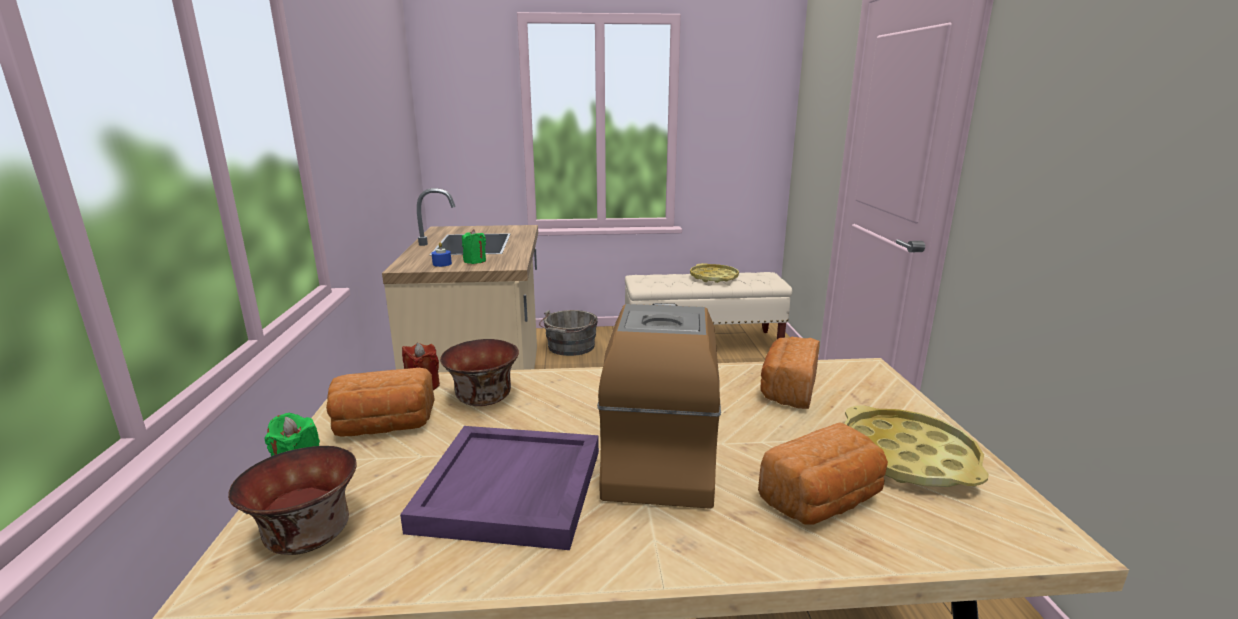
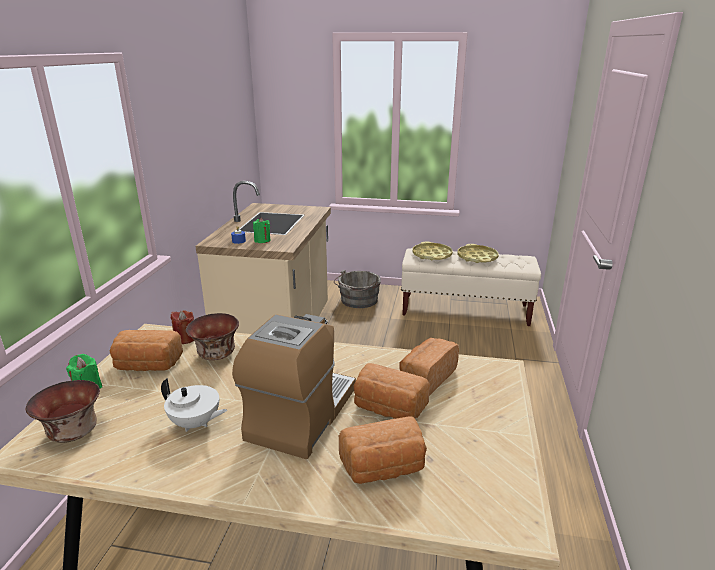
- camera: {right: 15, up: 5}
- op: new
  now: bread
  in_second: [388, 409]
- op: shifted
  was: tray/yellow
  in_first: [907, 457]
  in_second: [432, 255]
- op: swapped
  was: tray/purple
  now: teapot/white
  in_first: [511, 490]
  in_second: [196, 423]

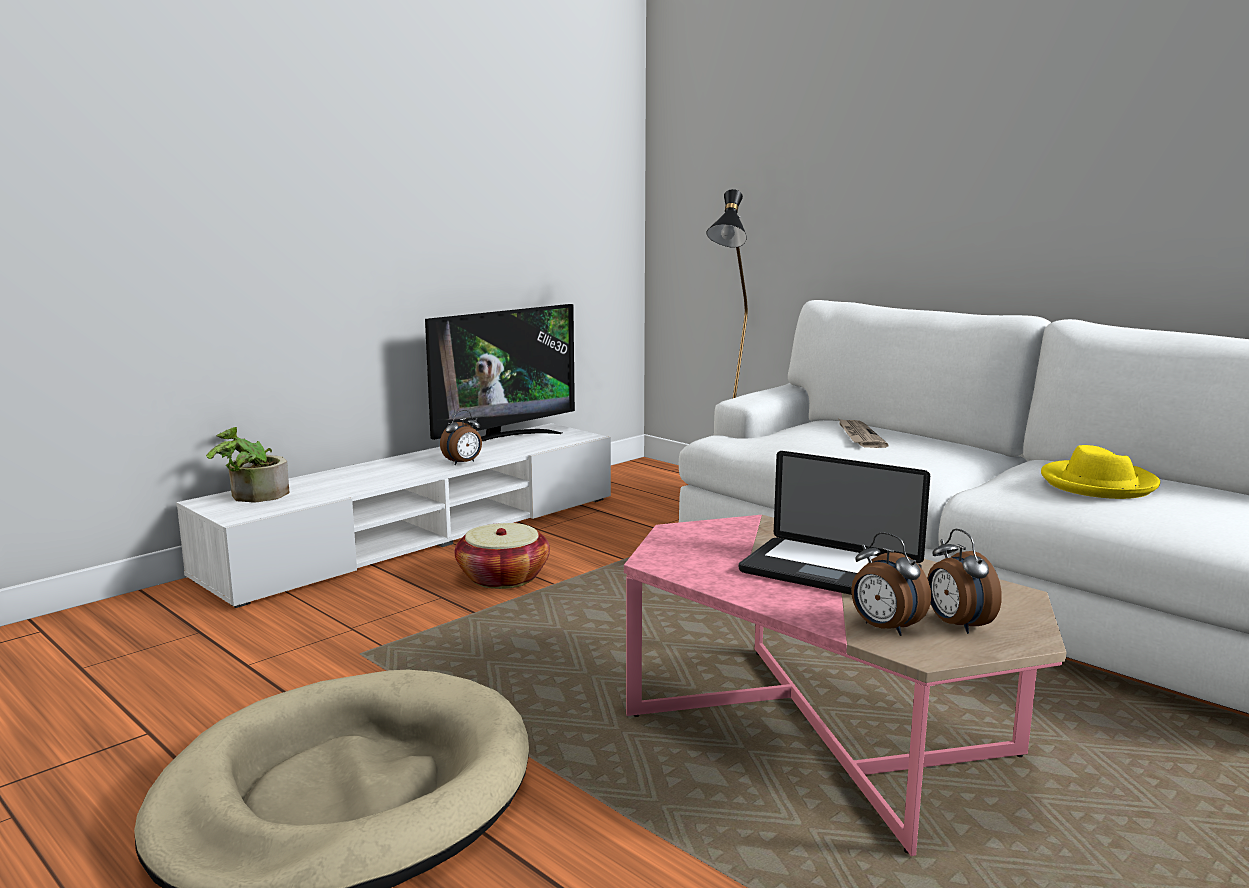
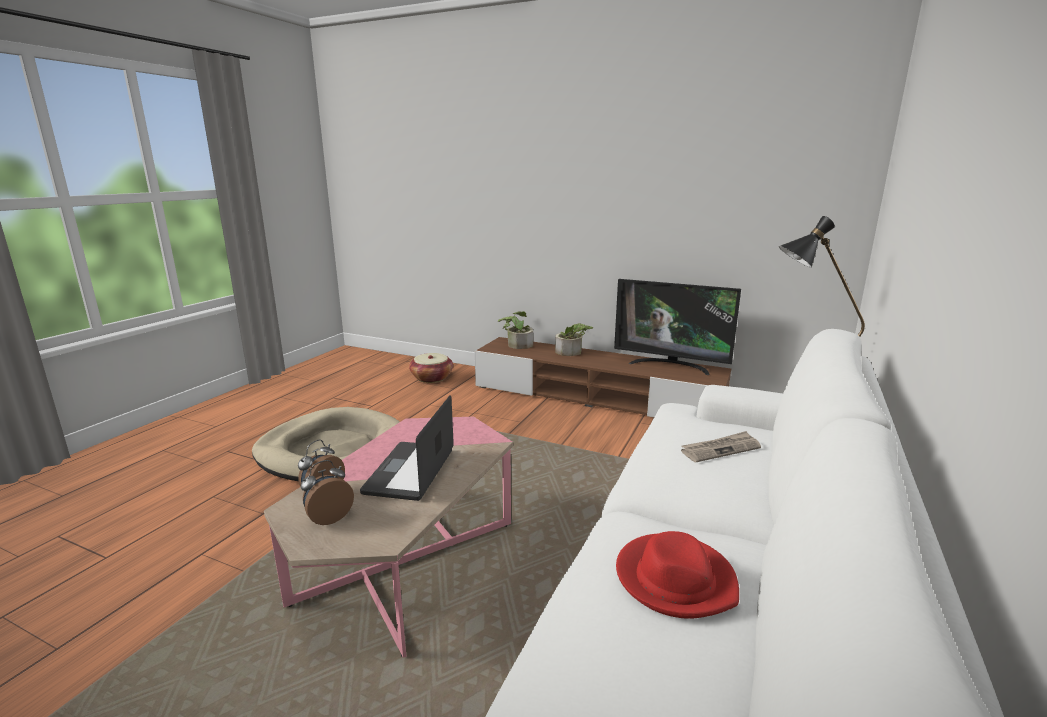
- camera: {right: 70, up: 5}
- op: gone
  was: alarm clock
  in_first: [463, 463]
- op: new
  now: potted plant
  in_second: [572, 352]
- op: shifted
  was: basket
  in_first: [503, 578]
  in_second: [431, 378]
- op: repainted
  was: tv stand/white
  now: tv stand/brown
  in_first: [423, 535]
  in_second: [596, 398]
- op: repainted
  was: hat/yellow
  now: hat/red
  in_first: [1098, 484]
  in_second: [675, 579]

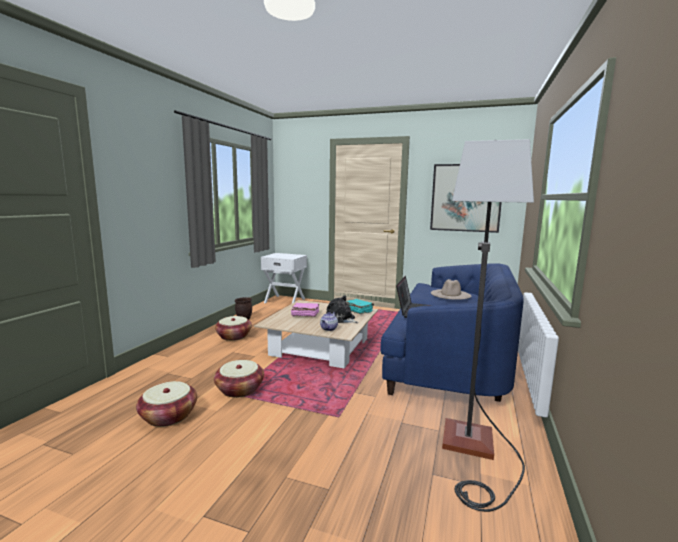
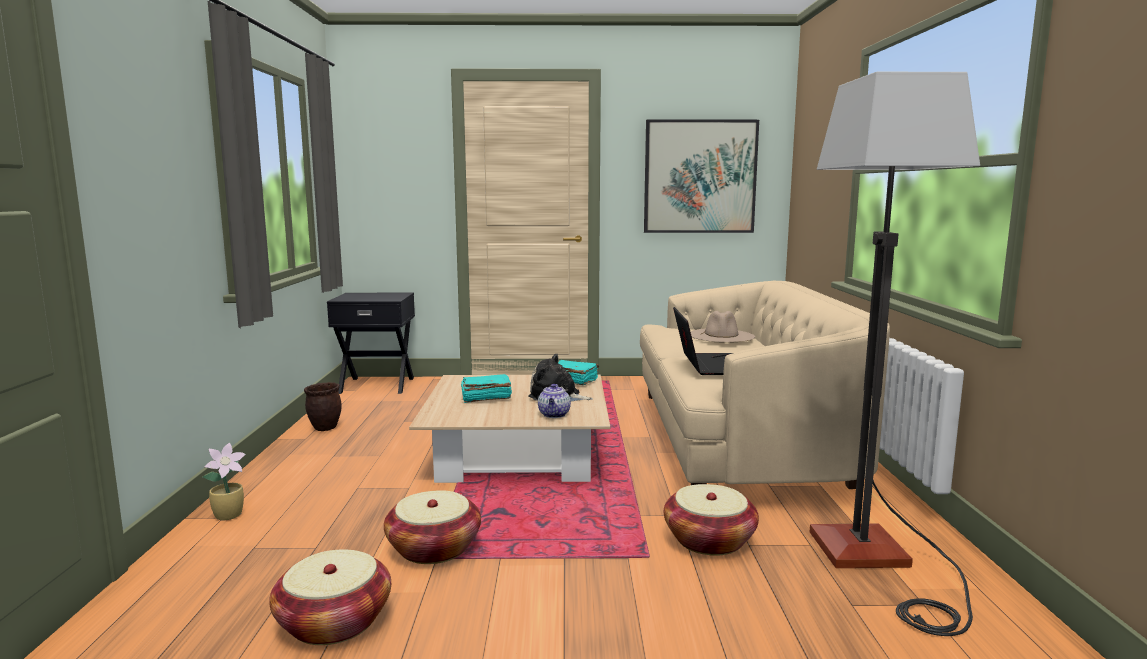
- camera: {right: -20, up: 0}
- op: new
  now: potted plant
  in_second: [230, 515]
- op: shifted
  was: basket
  in_first: [234, 336]
  in_second: [709, 540]
- op: repainted
  was: nightstand/white
  now: nightstand/black
  in_first: [285, 300]
  in_second: [377, 385]
- op: repainted
  was: book/pink
  now: book/turquoise
  in_first: [305, 315]
  in_second: [485, 398]
- op: repainted
  was: sofa/blue
  now: sofa/beige
  in_first: [449, 359]
  in_second: [737, 441]

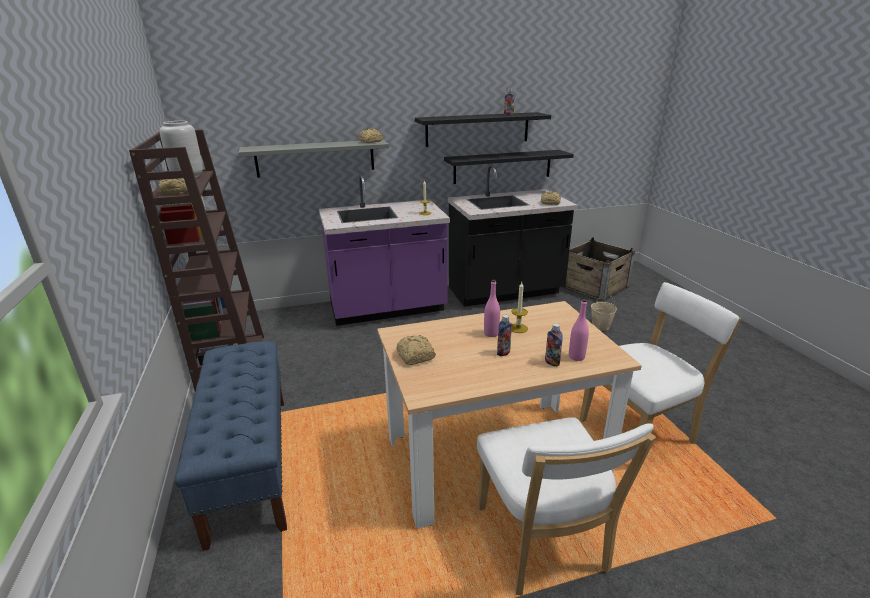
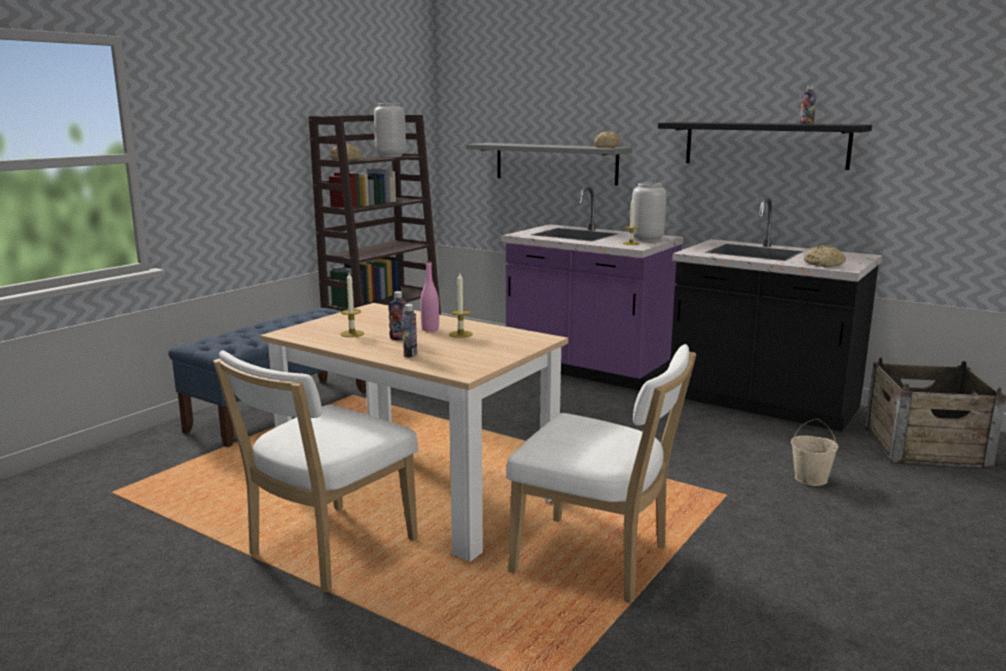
- camera: {right: 50, up: -10}
- op: gone
  was: bread
  in_first: [415, 357]
- op: gone
  was: shelf/black
  in_first: [502, 166]
- op: gone
  was: bottle/pink
  in_first: [576, 357]
- op: new
  now: candle
  in_second: [352, 334]
- op: new
  now: vase/grey
  in_second: [646, 239]

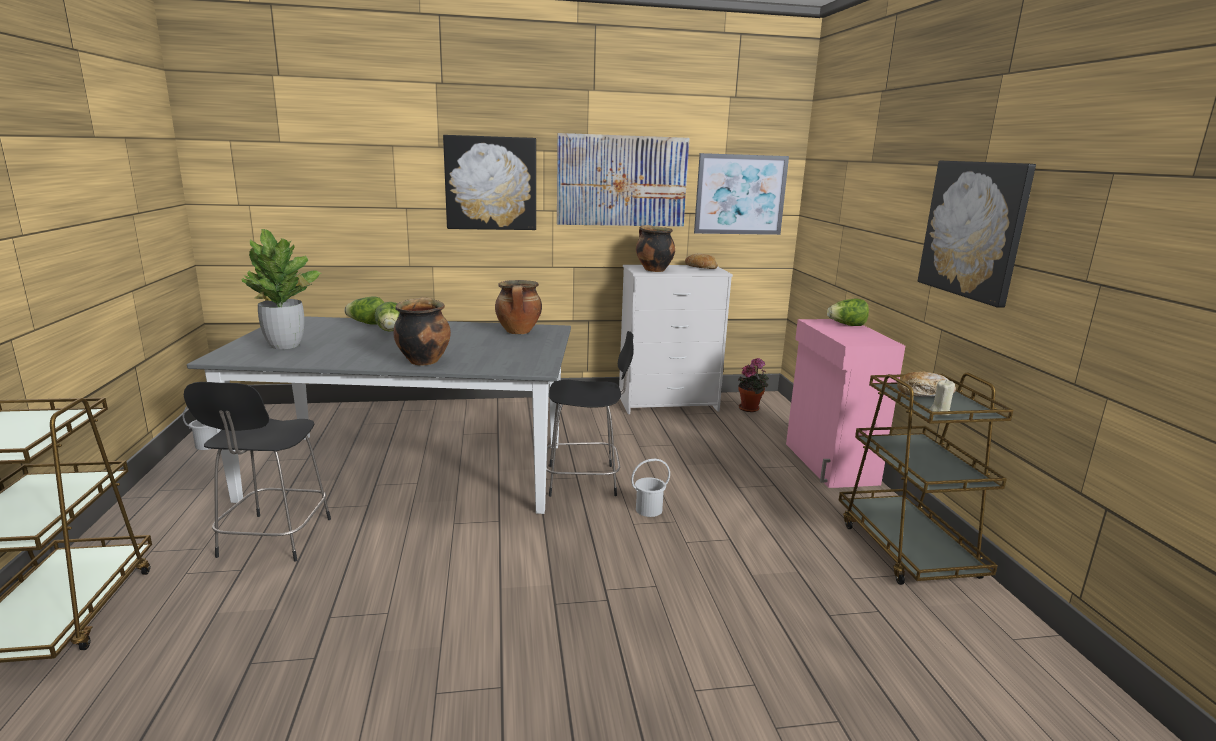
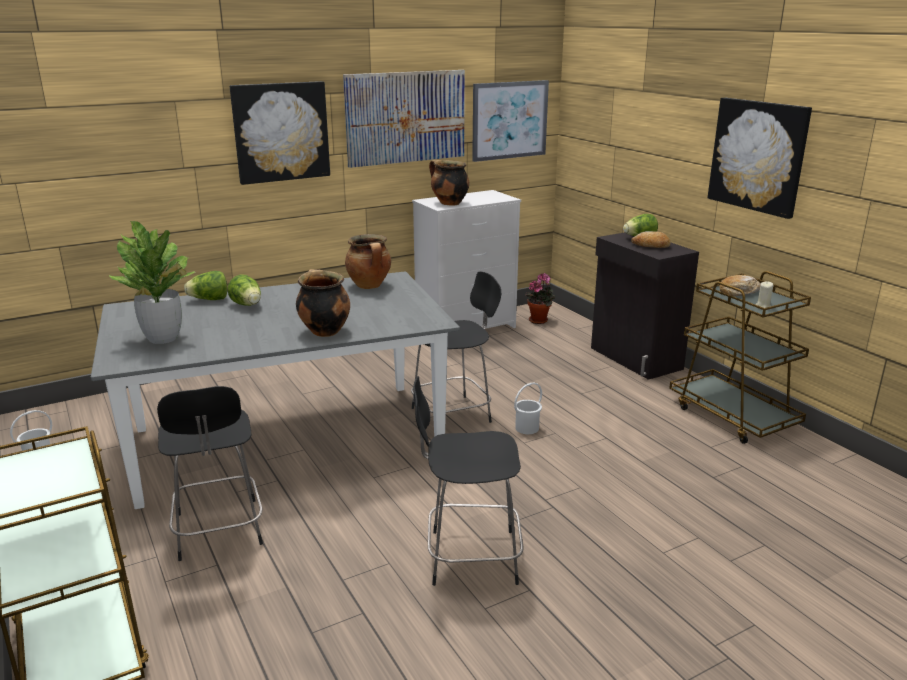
- camera: {right: -20, up: 5}
- op: new
  now: stool/black
  in_second: [469, 557]
- op: shifted
  was: bread
  in_first: [700, 267]
  in_second: [651, 246]
- op: repainted
  was: cabinet/pink
  now: cabinet/black
  in_first: [829, 464]
  in_second: [635, 359]

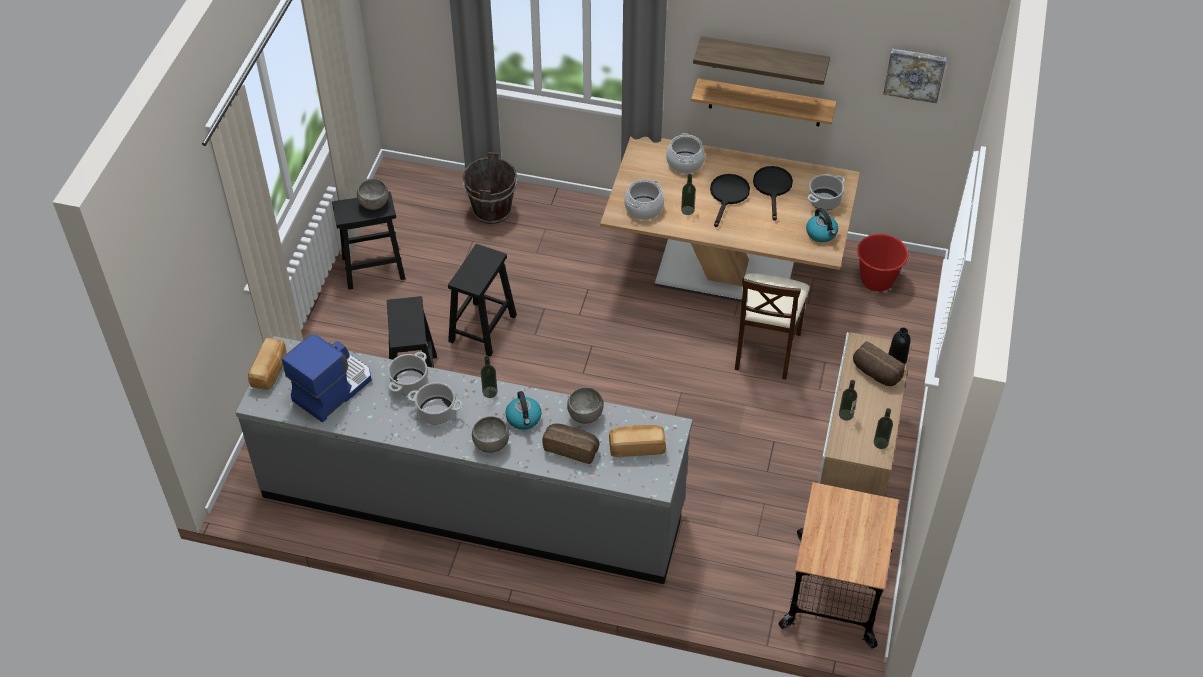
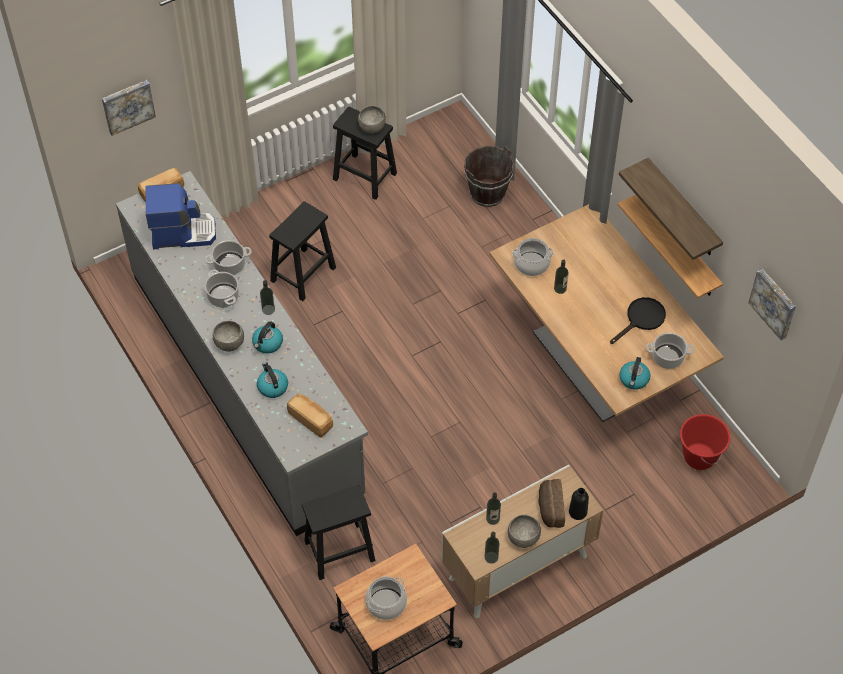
- camera: {right: 45, up: 5}
- op: gone
  was: frying pan/black
  in_first: [728, 196]
- op: gone
  was: chair/beige
  in_first: [765, 349]
- op: new
  now: picture
  in_second: [127, 106]
- op: shifted
  was: stool/black
  in_first: [483, 327]
  in_second: [341, 550]
- op: shifted
  was: bowl/grey
  in_first: [585, 415]
  in_second: [523, 537]
- op: shifted
  was: cooking pot
  in_first: [684, 162]
  in_second: [386, 603]
- op: swapped
  was: bread
  now: kettle
  in_first: [571, 448]
  in_second: [272, 386]

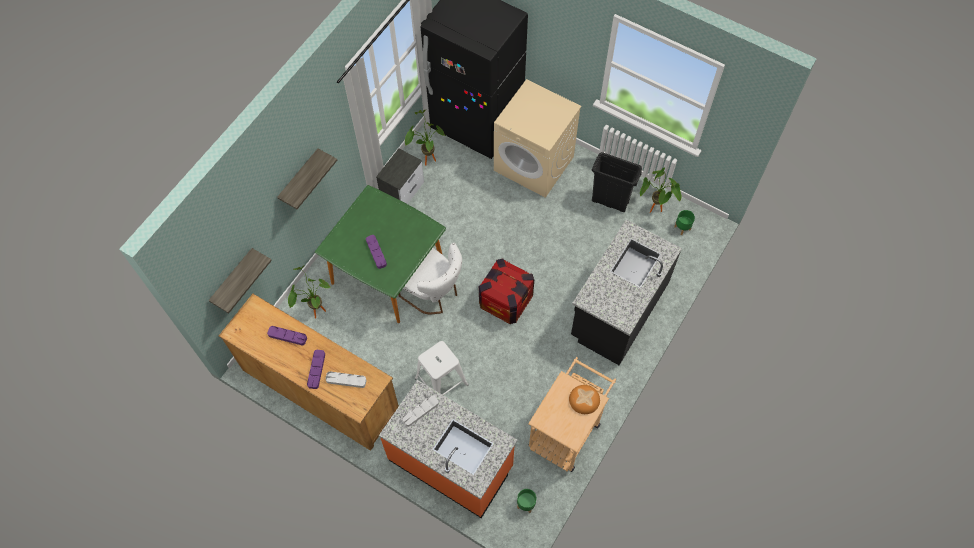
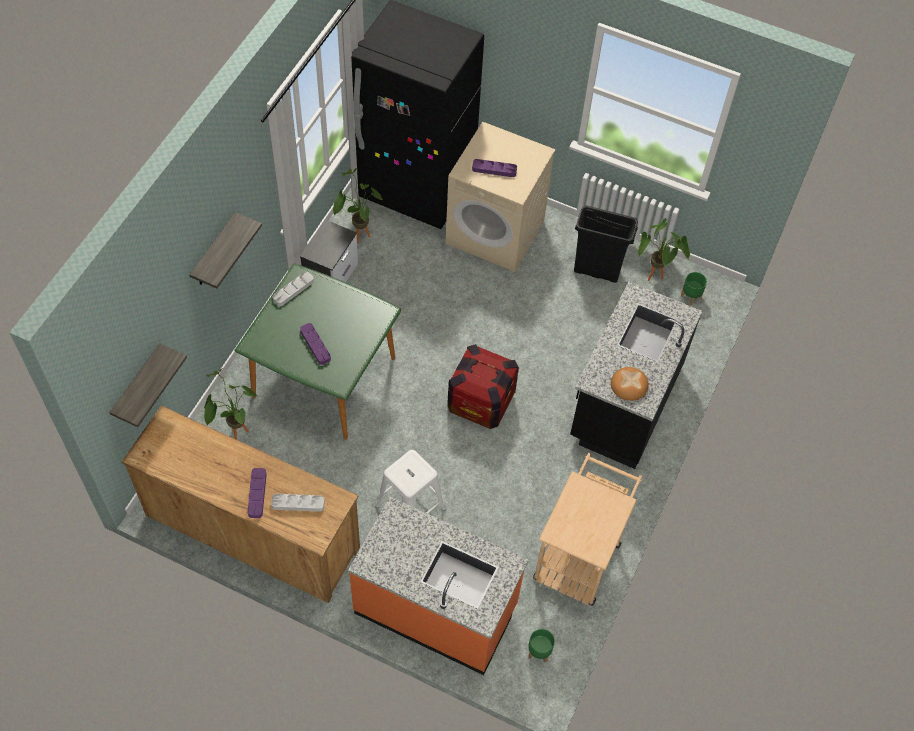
- camera: {right: -10, up: -5}
- op: gone
  was: chair/white
  in_first: [433, 293]
- op: shifted
  was: tray/purple
  in_first: [287, 336]
  in_second: [494, 170]
- op: shifted
  was: tray/grey
  in_first: [420, 411]
  in_second: [293, 290]
- op: shifted
  was: bread
  in_first: [584, 400]
  in_second: [629, 385]

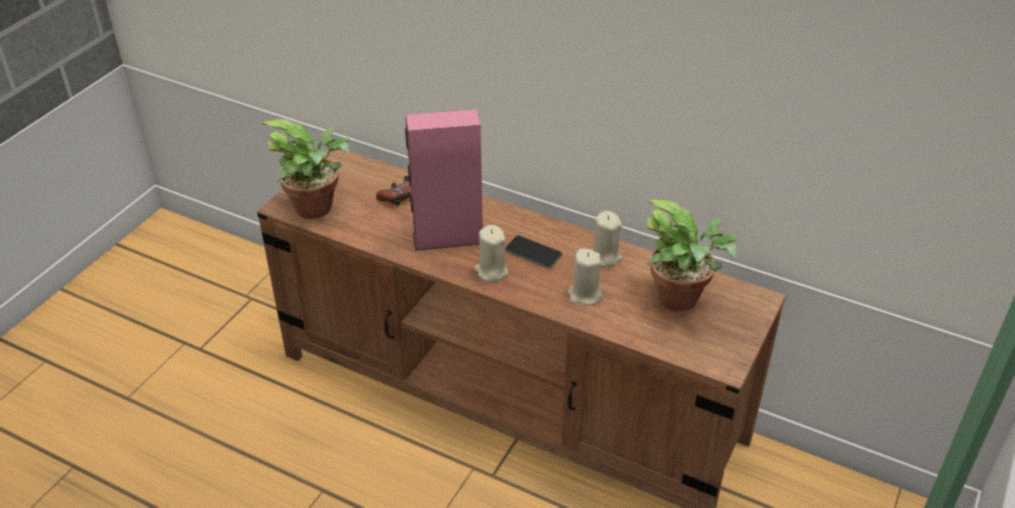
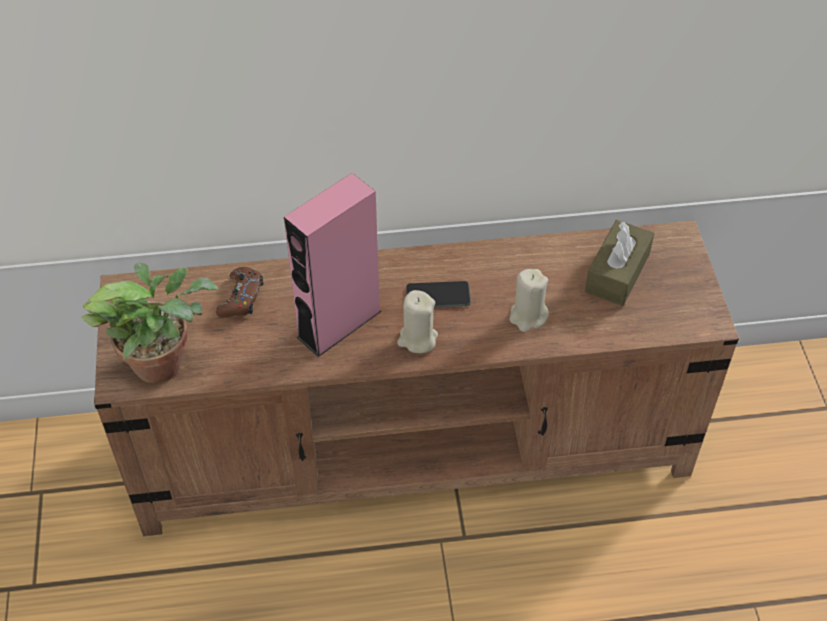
- camera: {right: -35, up: 10}
- op: gone
  was: candle/beige
  in_first: [604, 257]
- op: swapped
  was: potted plant
  now: tissue box/brown
  in_first: [683, 300]
  in_second: [617, 273]

